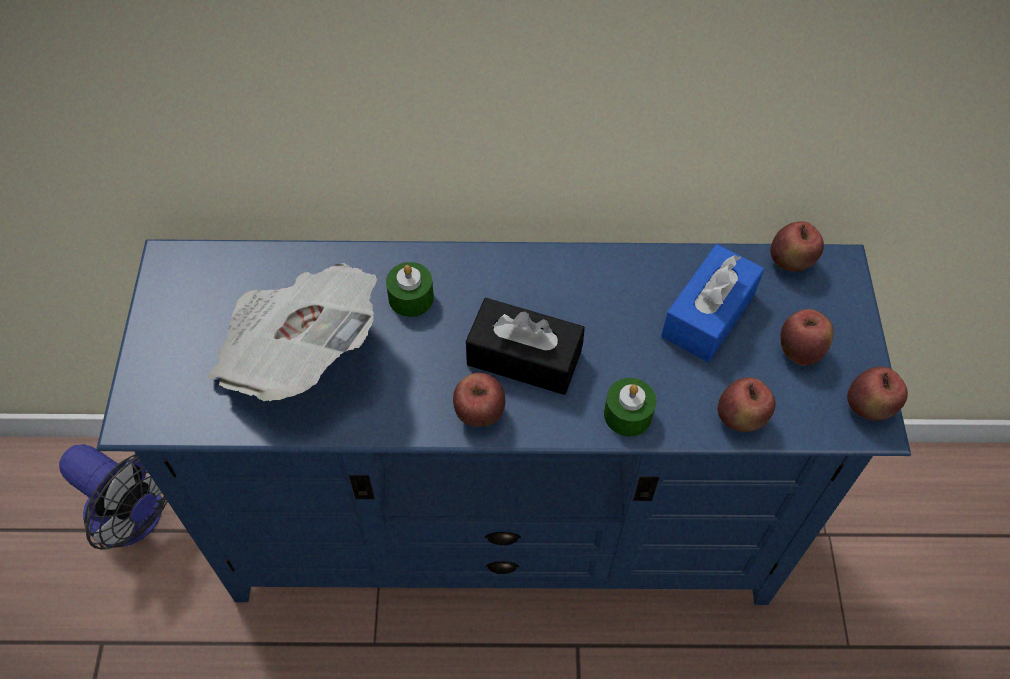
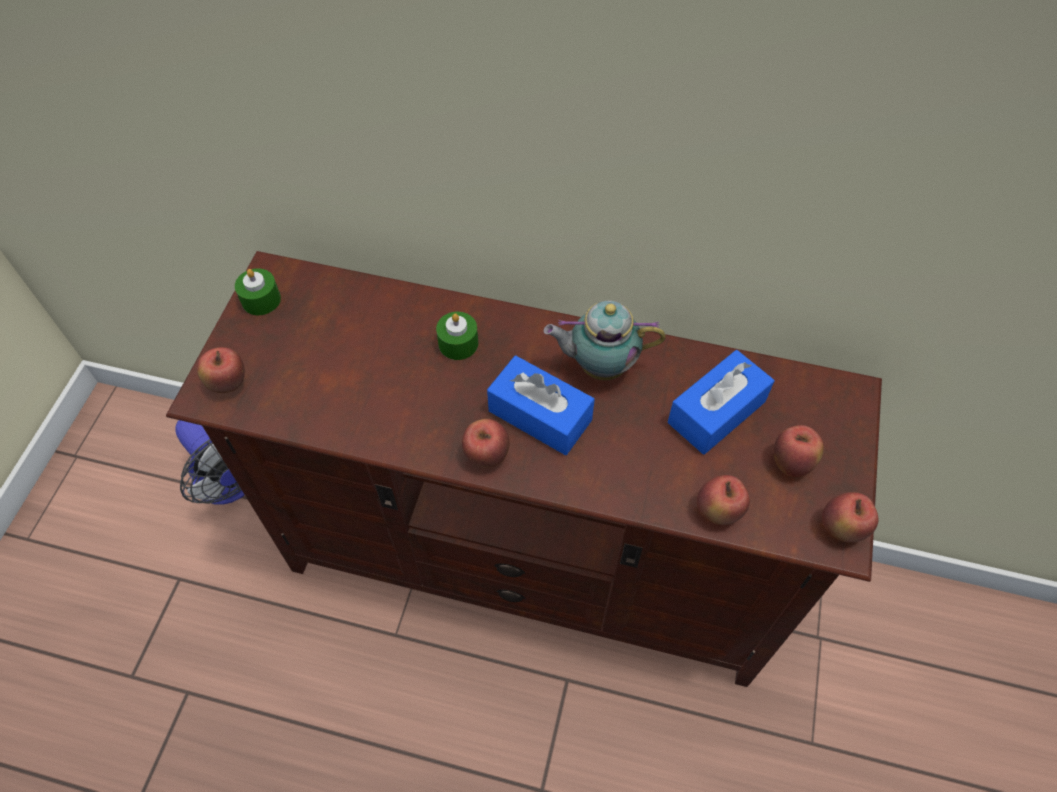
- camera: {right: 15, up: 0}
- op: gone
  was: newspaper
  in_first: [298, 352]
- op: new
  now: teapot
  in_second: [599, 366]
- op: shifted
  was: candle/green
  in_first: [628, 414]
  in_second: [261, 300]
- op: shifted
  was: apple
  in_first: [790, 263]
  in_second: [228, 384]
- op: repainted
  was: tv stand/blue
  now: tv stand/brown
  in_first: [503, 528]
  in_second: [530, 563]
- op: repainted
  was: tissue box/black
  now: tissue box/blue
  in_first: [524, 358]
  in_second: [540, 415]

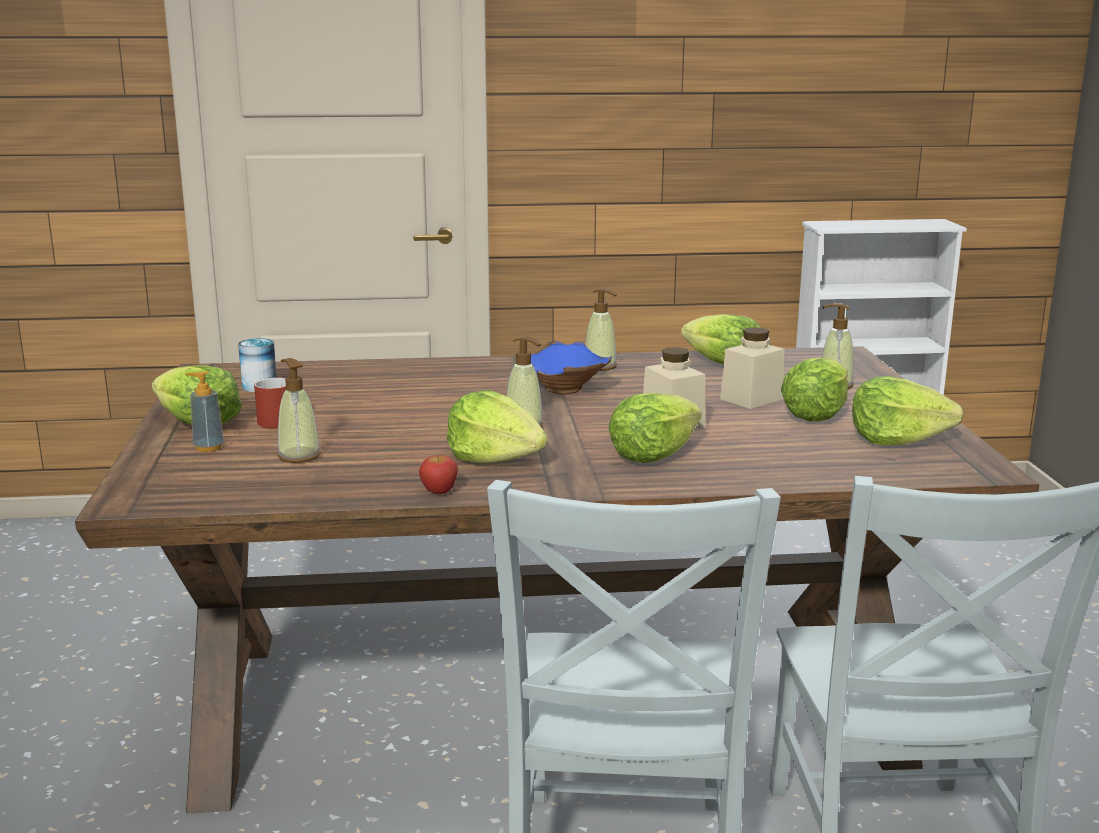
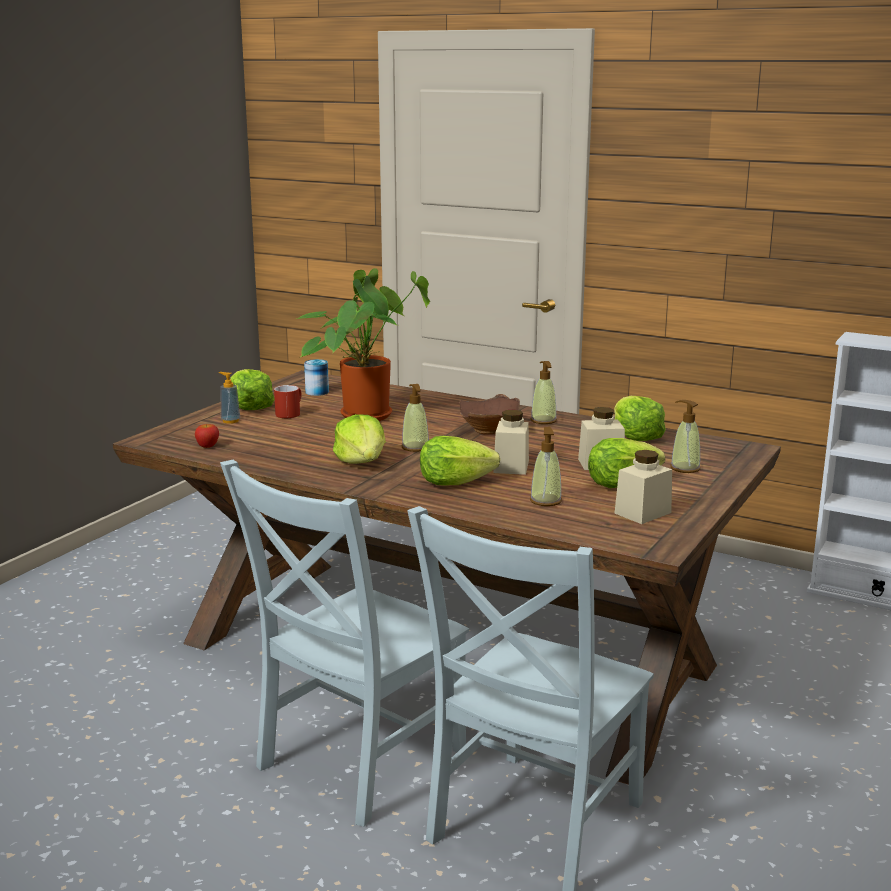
- camera: {right: 35, up: 0}
- op: new
  now: potted plant
  in_second: [366, 414]
- op: shifted
  was: soap dispenser
  in_first: [299, 456]
  in_second: [545, 500]
- op: shifted
  was: apple
  in_first: [439, 491]
  in_second: [207, 446]
- op: swapped
  was: lettuce
  now: jar/beige
  in_first: [897, 439]
  in_second: [642, 513]
- op: repainted
  was: bowl/blue
  now: bowl/brown
  in_first: [566, 388]
  in_second: [490, 430]

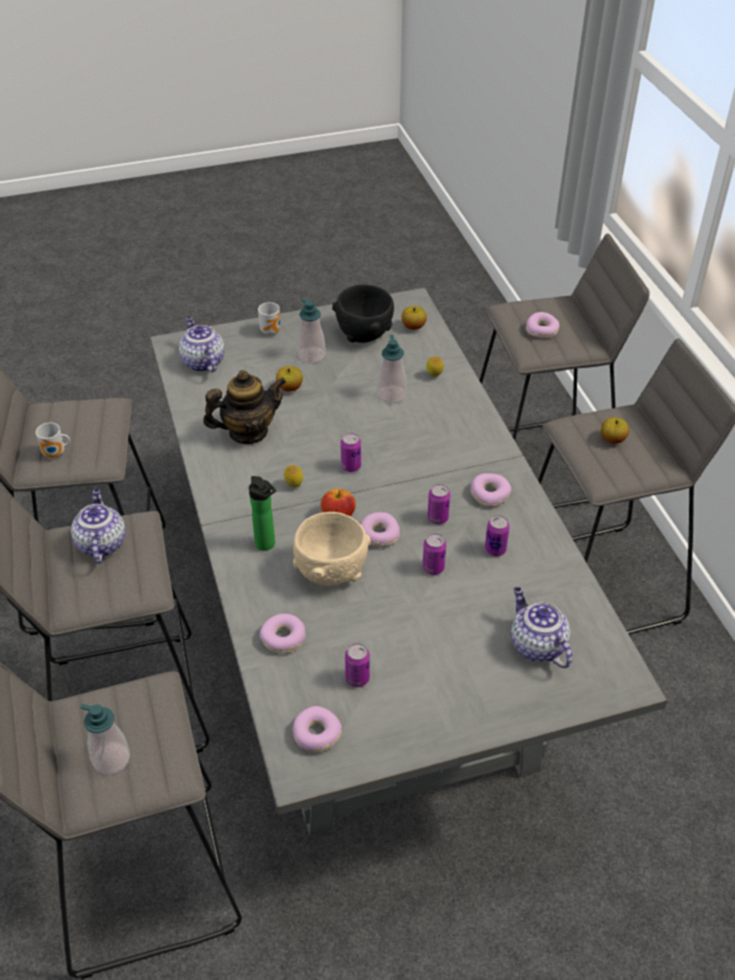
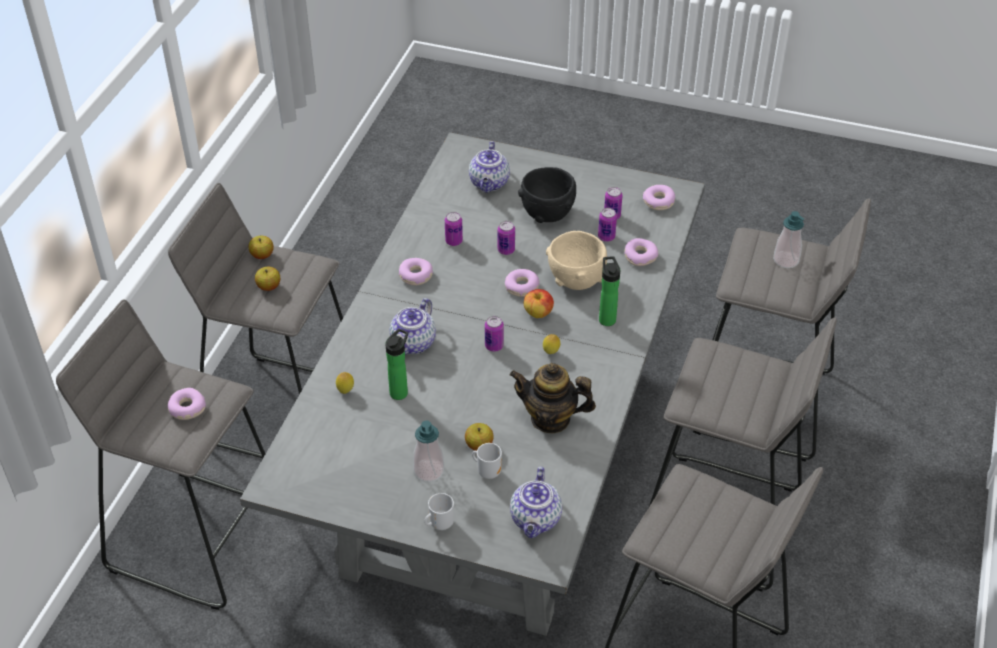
- camera: {right: -145, up: 0}
- op: shifted
  was: mug
  in_first: [56, 454]
  in_second: [488, 471]
- op: shifted
  was: teapot
  in_first: [101, 543]
  in_second: [413, 344]
- op: shifted
  was: bowl/black
  in_first: [364, 334]
  in_second: [548, 214]
- op: shifted
  was: apple
  in_first: [413, 327]
  in_second: [262, 255]
- op: shifted
  was: can
  in_first: [437, 518]
  in_second: [606, 237]
- op: swapped
  was: soap dispenser
  now: bottle
  in_first: [391, 395]
  in_second: [400, 391]

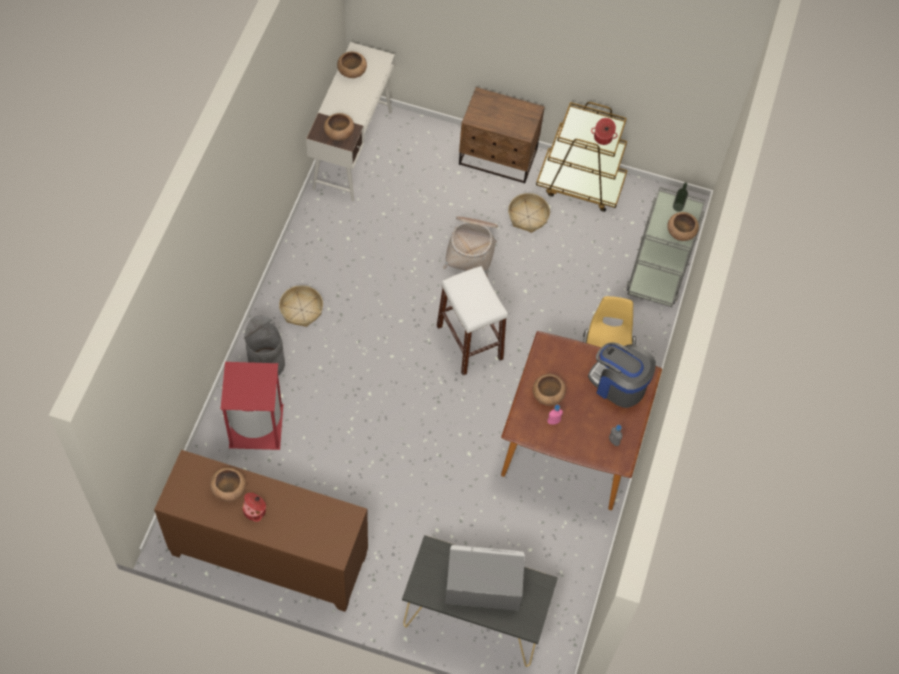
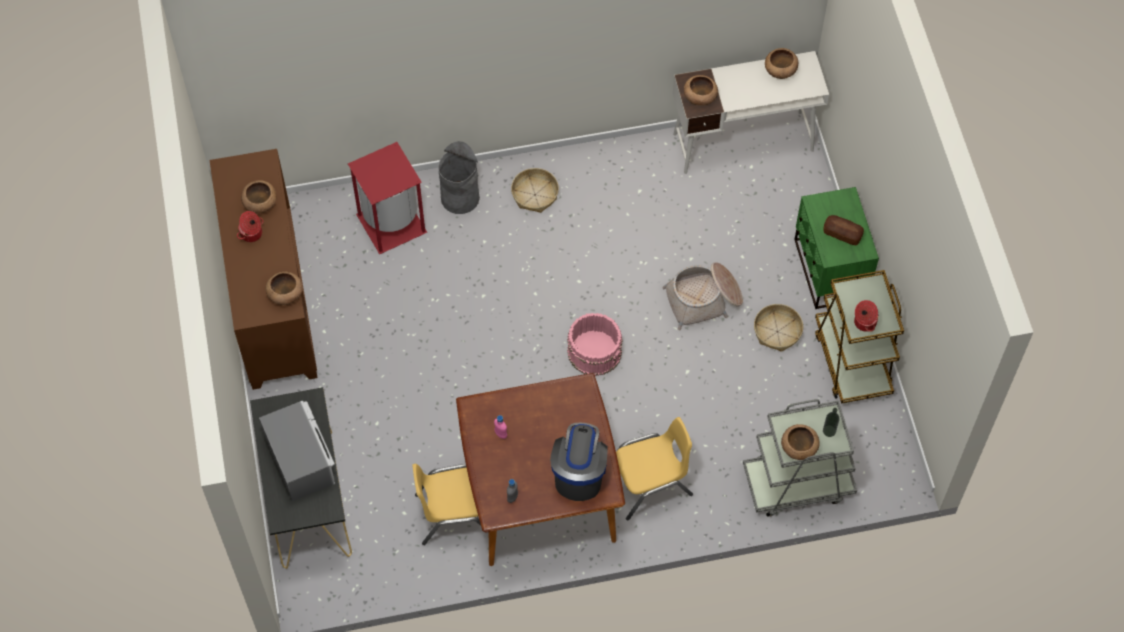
- camera: {right: 65, up: 0}
- op: new
  now: chair/yellow
  in_second: [454, 513]
- op: new
  now: bread
  in_second: [842, 234]
- op: shifted
  was: bowl/brown
  in_first: [547, 395]
  in_second: [285, 294]
- op: swapped
  was: stool/white
  now: bucket/pink
  in_first: [469, 342]
  in_second: [595, 351]
- op: repainted
  was: nightstand/brown
  now: nightstand/green
  in_first: [498, 158]
  in_second: [829, 270]

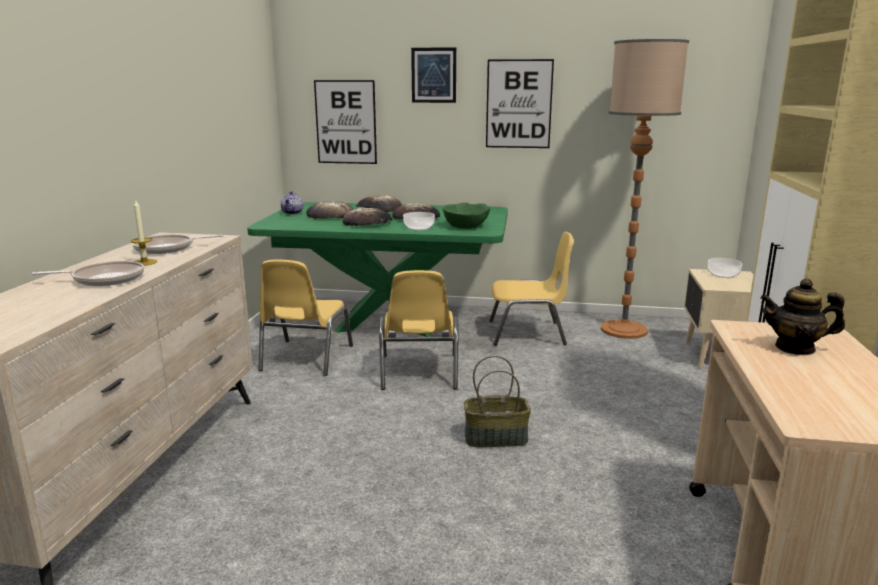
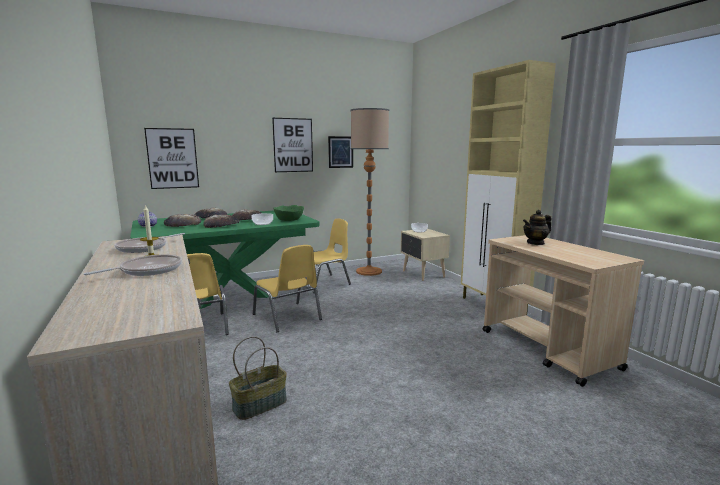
- camera: {right: -35, up: -5}
- op: shifted
  was: picture
  in_first: [433, 75]
  in_second: [340, 152]
- op: shifted
  was: basket
  in_first: [496, 437]
  in_second: [260, 404]

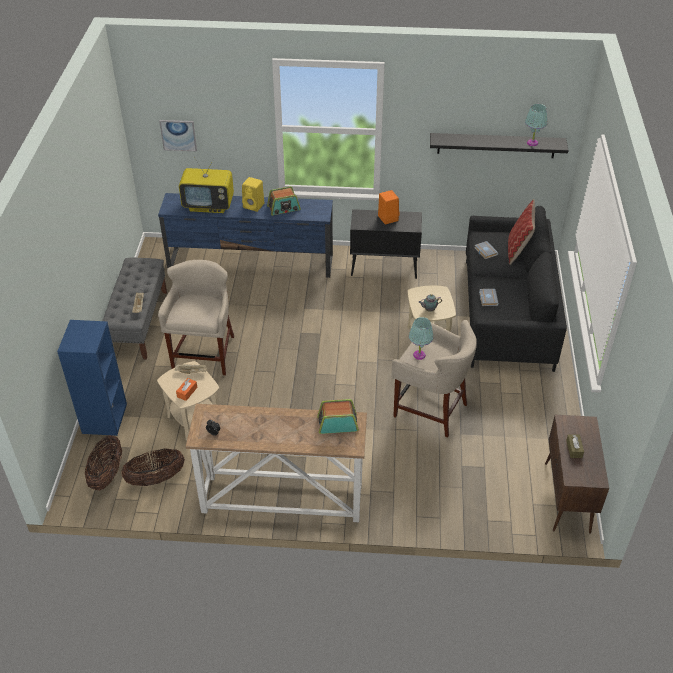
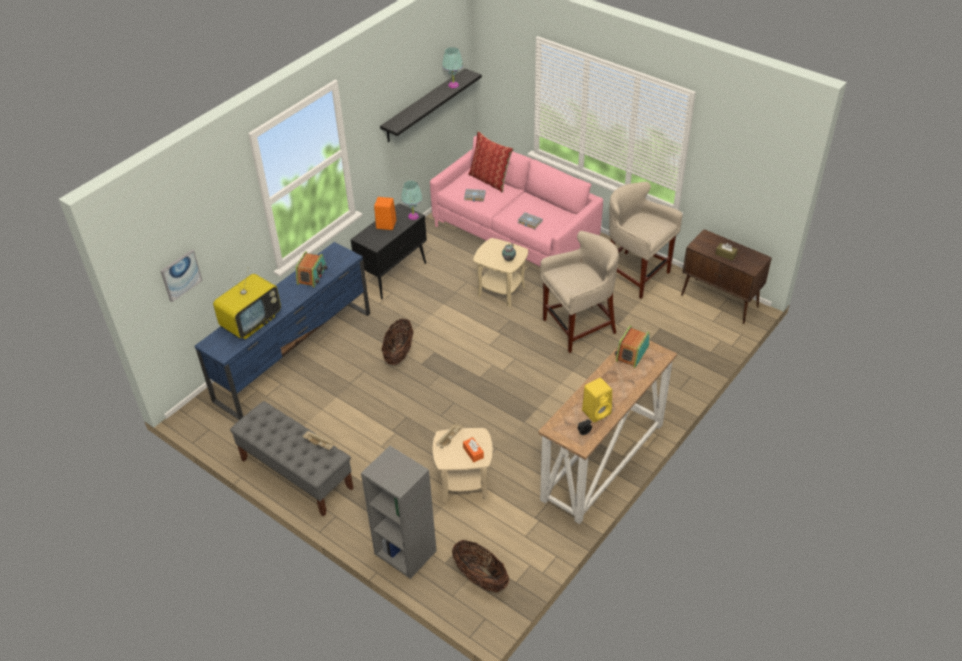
- camera: {right: -55, up: 0}
- op: shifted
  was: basket
  in_first: [156, 478]
  in_second: [399, 353]
- op: shifted
  was: stool/beige
  in_first: [205, 354]
  in_second: [635, 275]
- op: shifted
  was: speaker/yellow
  in_first: [254, 206]
  in_second: [597, 411]
- op: shifted
  was: table lamp/turquoise
  in_first: [419, 355]
  in_second: [413, 216]
- op: repainted
  was: bookcase/blue
  now: bookcase/grey
  in_first: [104, 418]
  in_second: [404, 552]
- op: repainted
  was: sofa/black
  now: sofa/pink
  in_first: [507, 313]
  in_second: [515, 235]

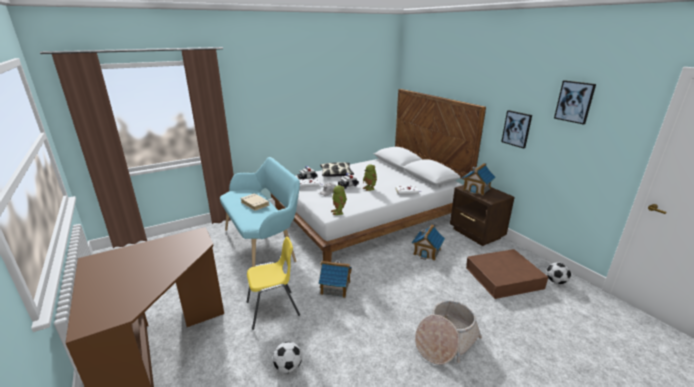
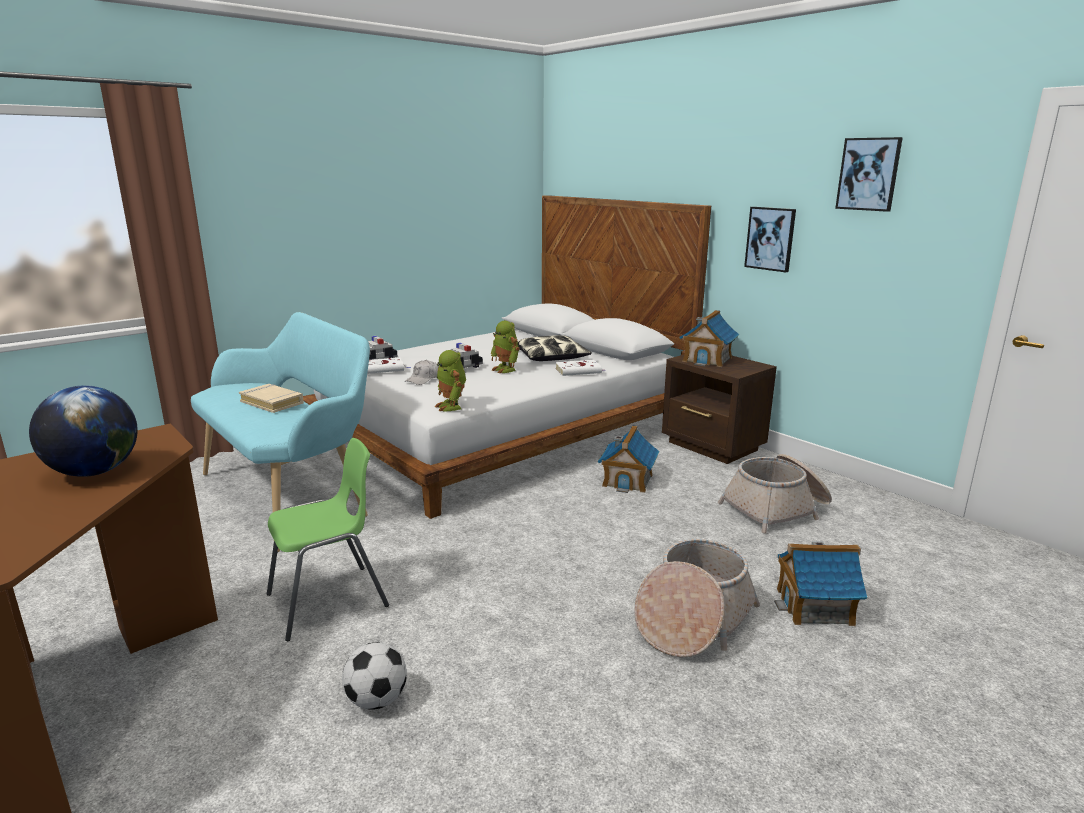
- camera: {right: -10, up: -5}
- op: gone
  was: football
  in_first: [555, 281]
- op: new
  now: globe
  in_second: [94, 472]
- op: shifted
  was: toy house
  in_first: [335, 287]
  in_second: [815, 607]
- op: shifted
  was: pillow
  in_first: [336, 173]
  in_second: [550, 357]
- op: swapped
  was: storage box/brown
  now: basket
  in_first: [504, 278]
  in_second: [777, 509]
- op: repainted
  was: chair/yellow
  now: chair/green
  in_first: [273, 309]
  in_second: [329, 601]

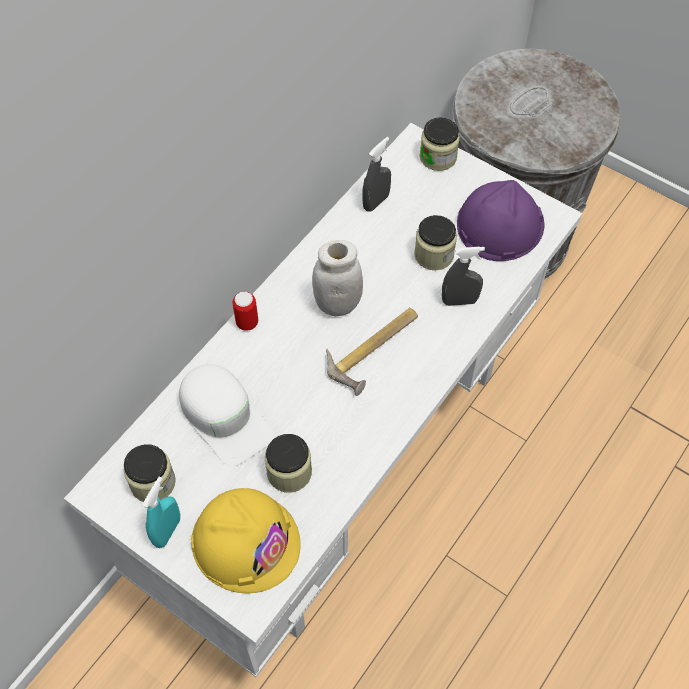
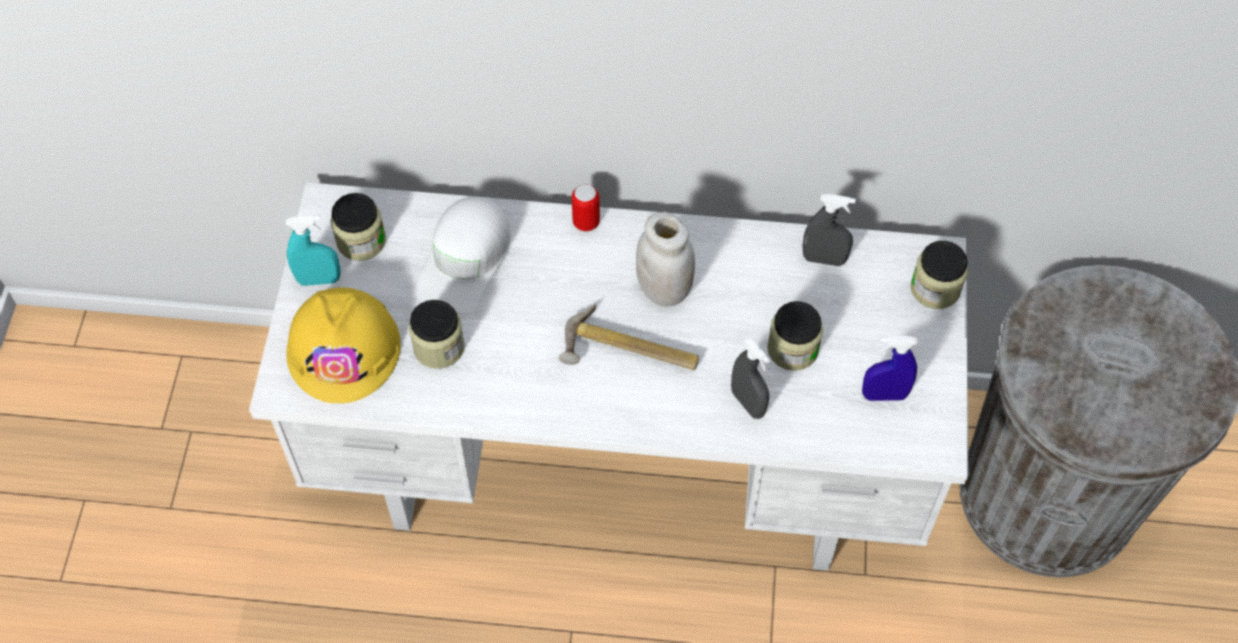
- camera: {right: 60, up: 0}
- op: swapped
  was: hard hat/purple
  now: spray bottle/blue
  in_first: [499, 224]
  in_second: [884, 395]

